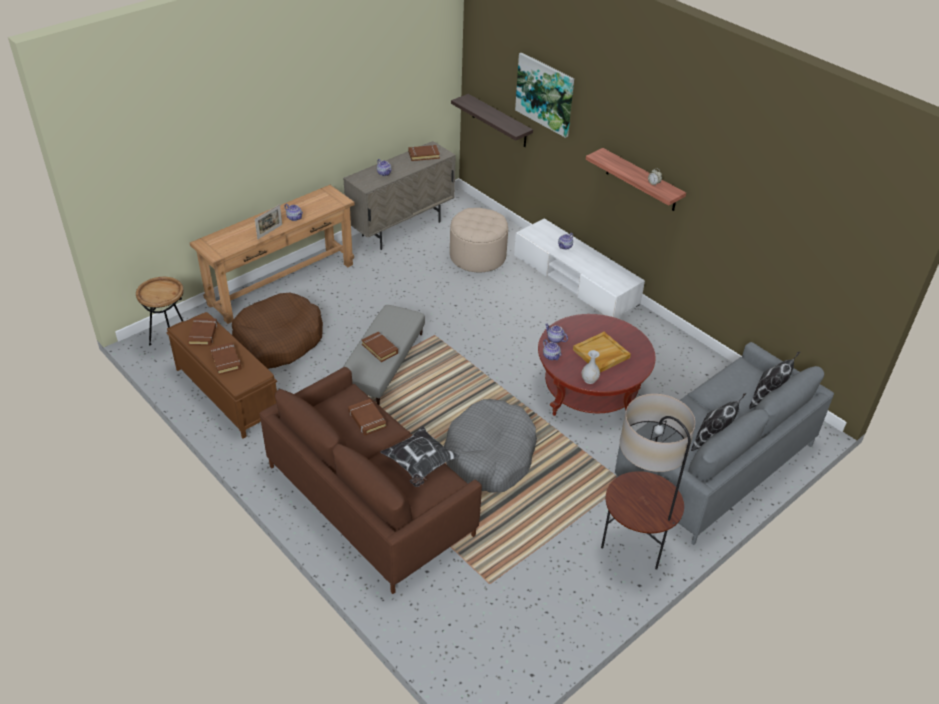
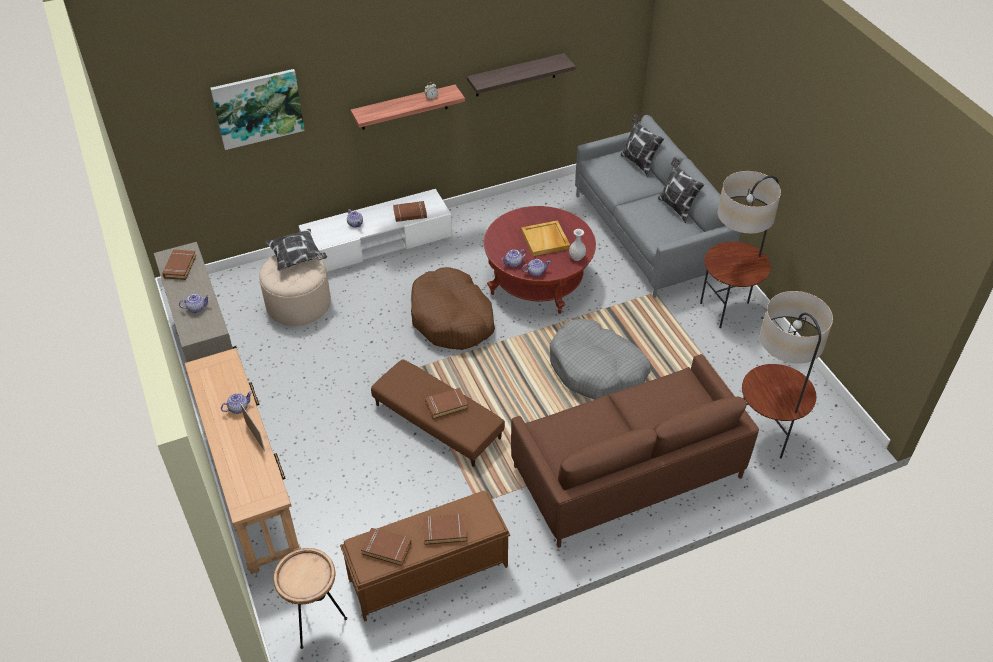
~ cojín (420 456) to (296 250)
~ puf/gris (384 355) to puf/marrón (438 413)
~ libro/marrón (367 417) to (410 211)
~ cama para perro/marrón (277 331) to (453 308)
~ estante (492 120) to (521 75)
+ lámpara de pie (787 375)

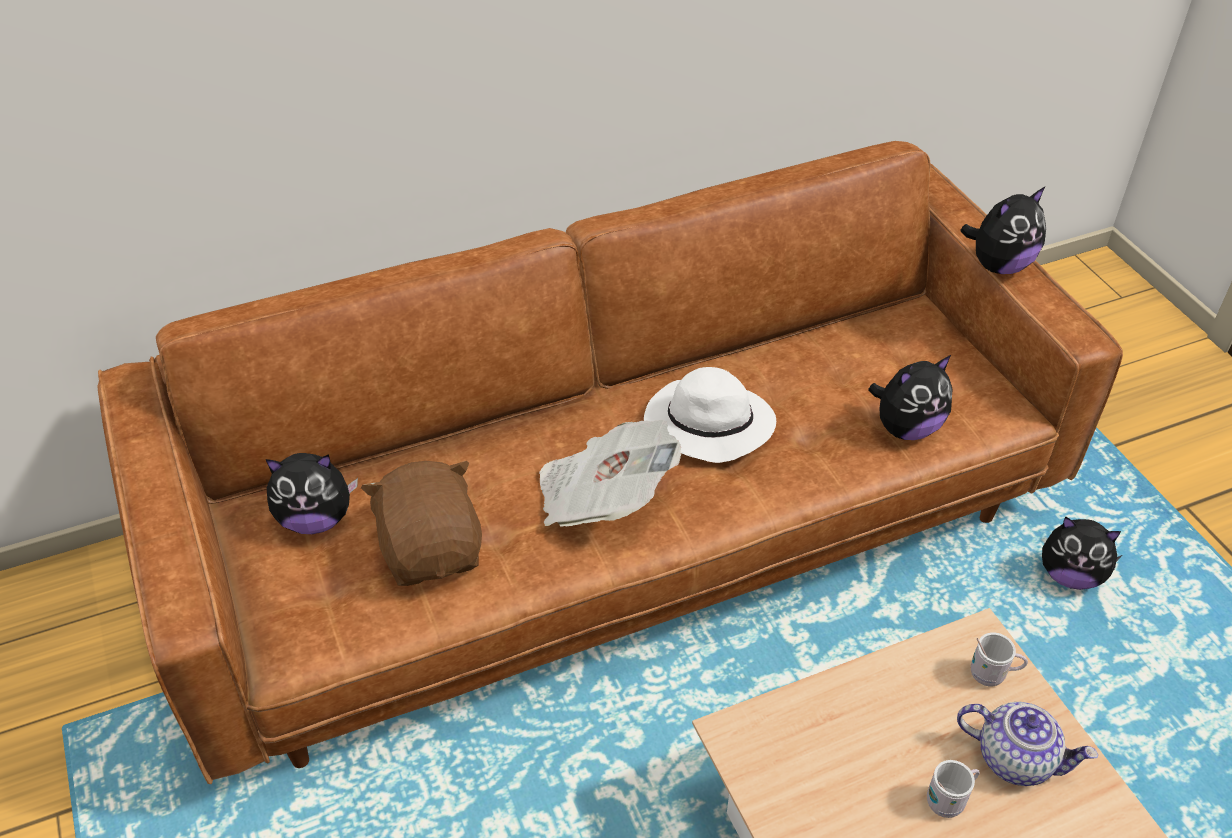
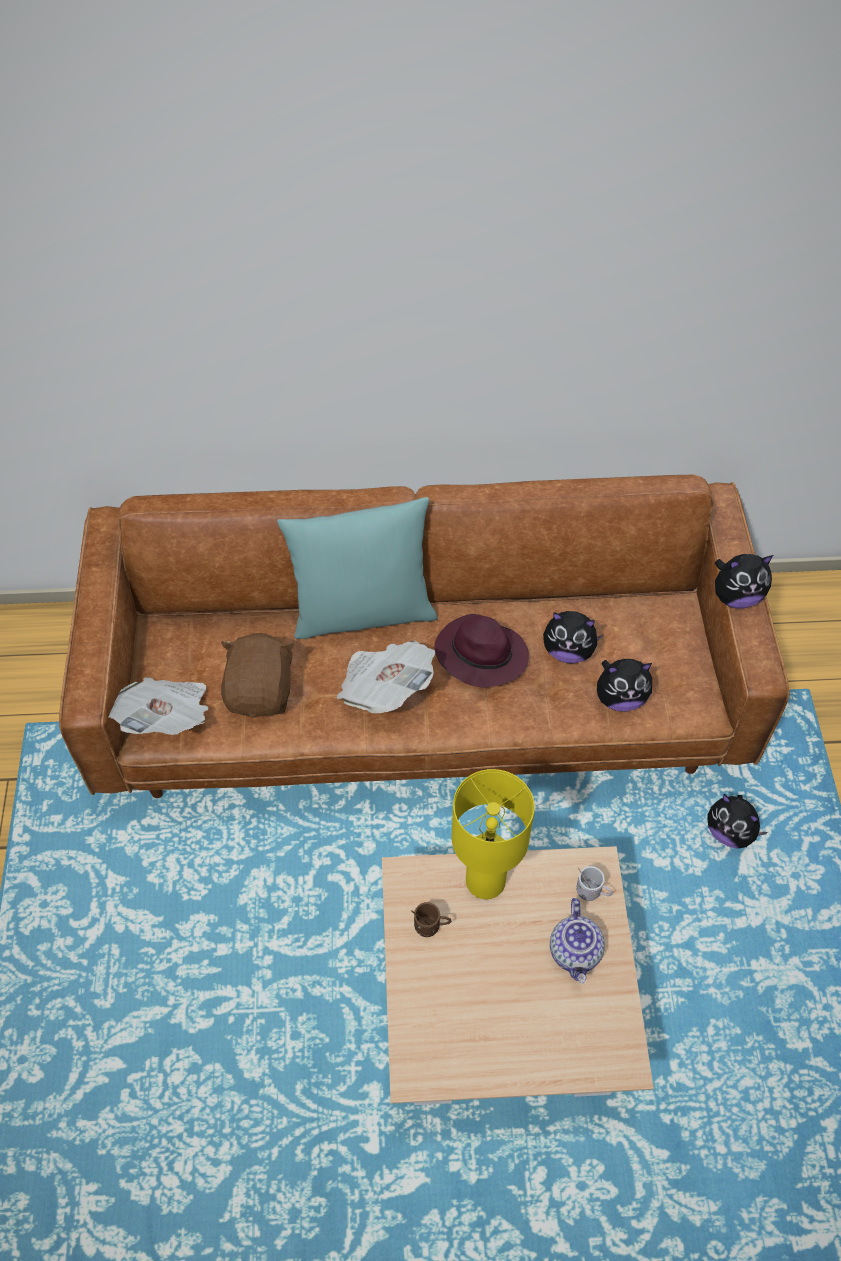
+ periódico (158 706)
+ cojín/turquesa (357 568)
+ taza grande/marrón (431 919)
~ sombrero/blanco (710 415) to sombrero/morado (481 651)
+ lámpara de mesa/amarillo (493 834)
~ peluche (312 493) to (573 637)
~ tetera (1028 744) = (577 940) 45 degrees clockwise
- taza grande/blanco (953 789)

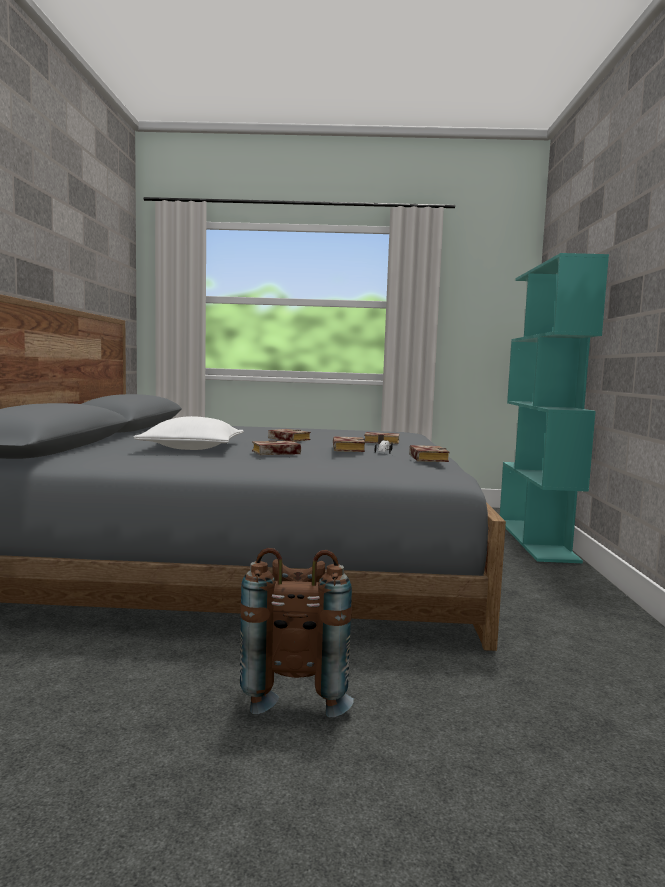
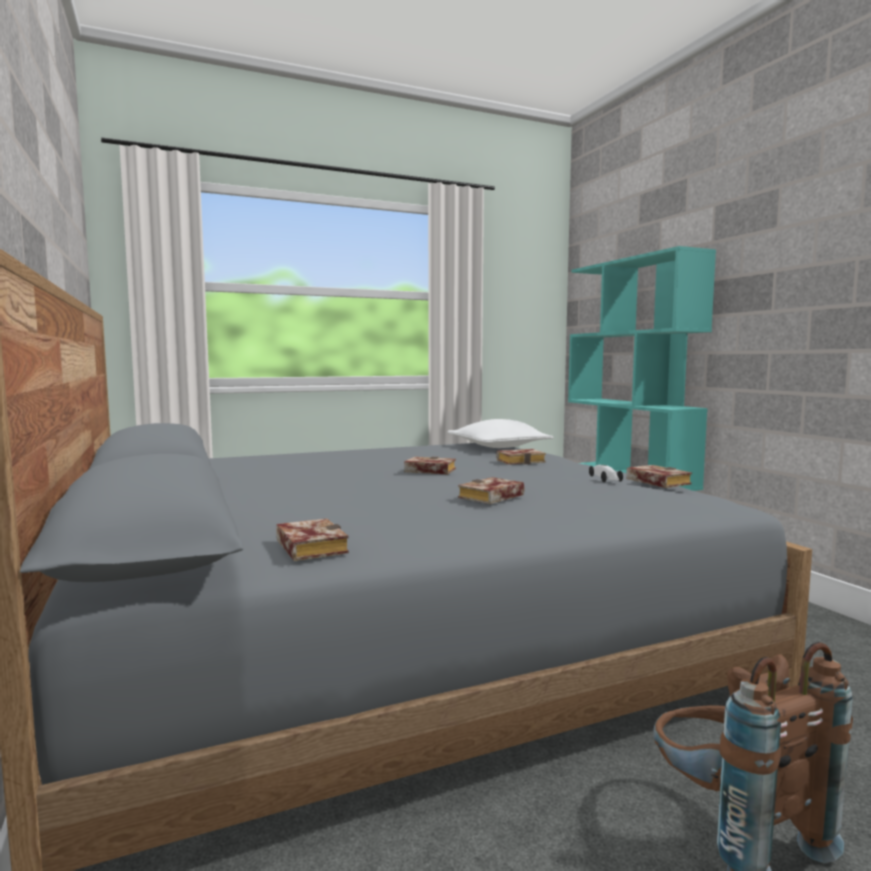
~ libro (349 444) to (312 539)
~ cojín/blanco (188 433) to (500 433)

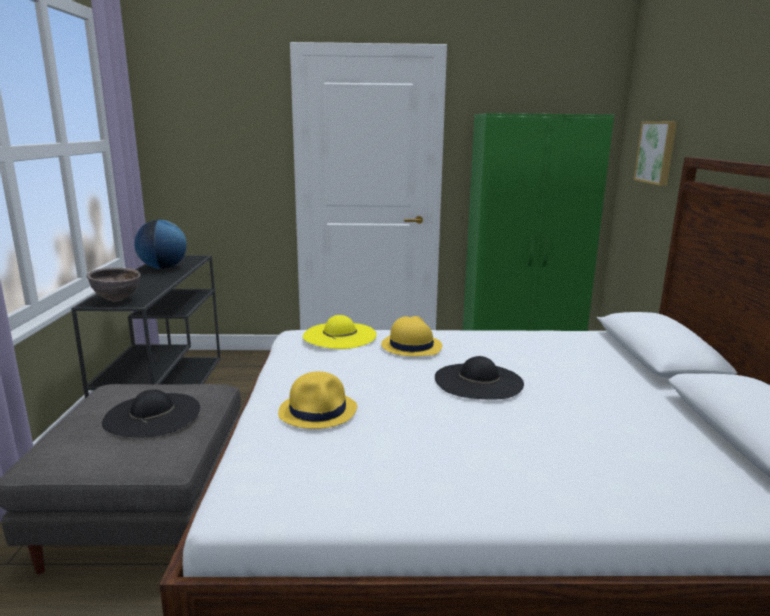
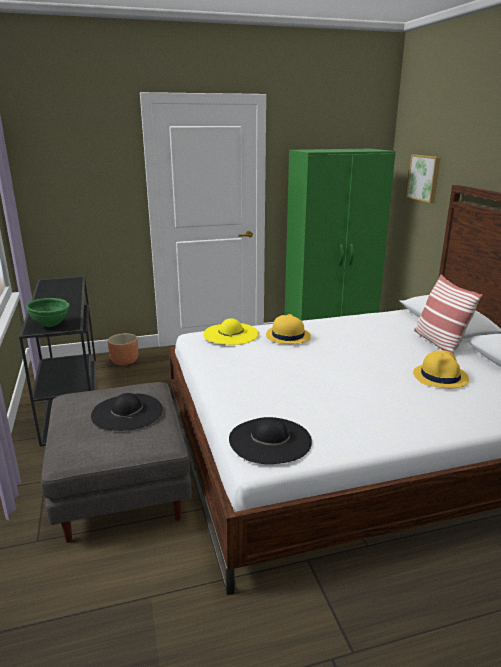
~ cuenco/marrón (113 285) to cuenco/verde (48 312)
+ maceta/marrón (123 349)
~ sombrero/negro (479 377) to (270 440)
~ sombrero/amarillo (317 400) to (441 369)
+ cojín (448 314)
- globo terráqueo (160 244)

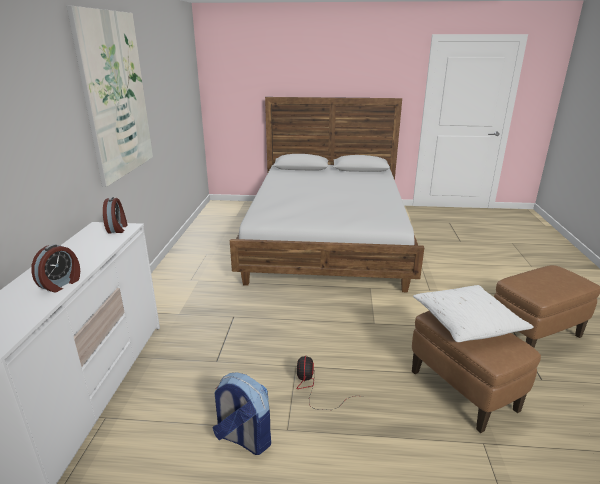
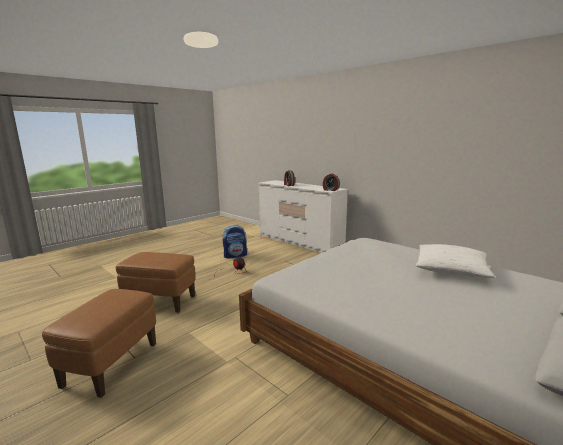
~ cojín/blanco (473 313) to (455 261)
- cuadro (110 96)

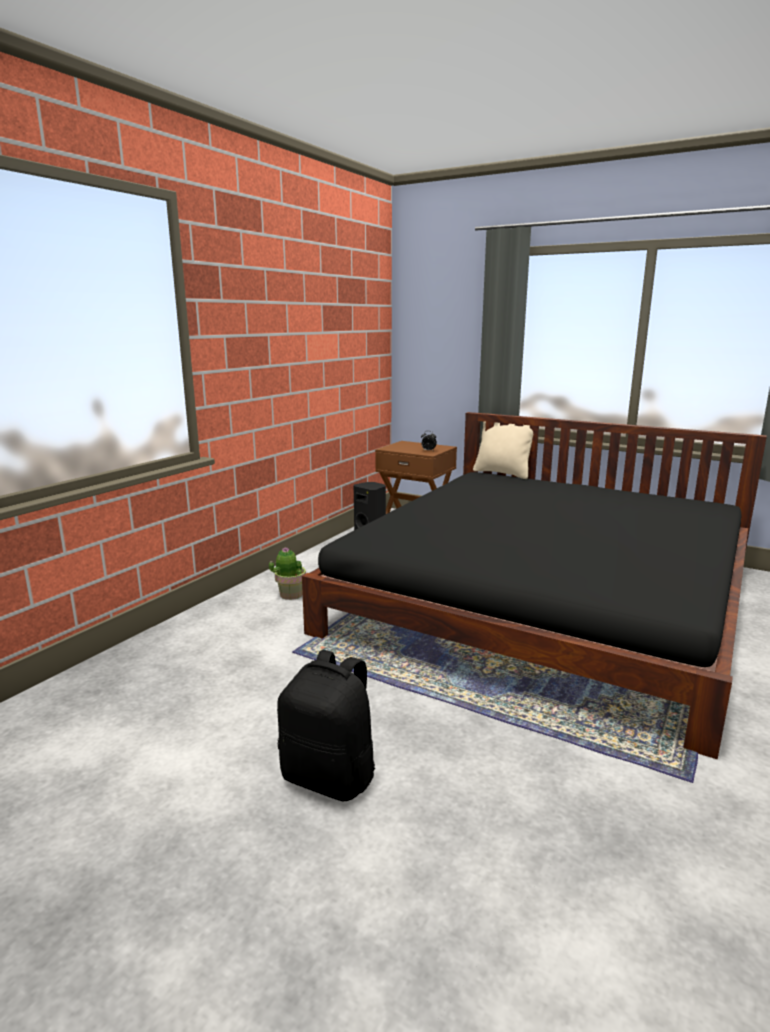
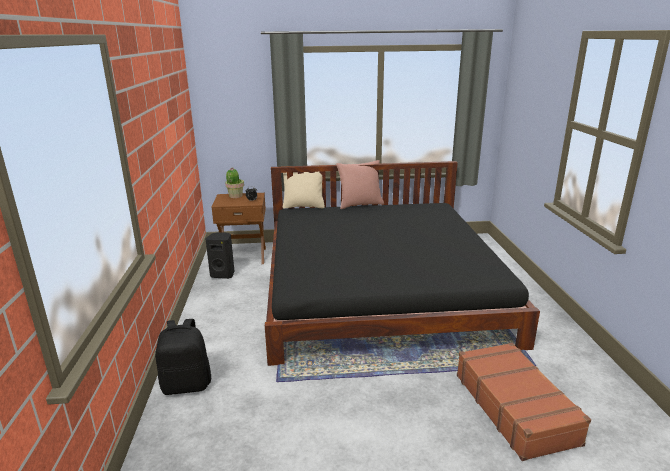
~ mochila/negro (326 725) to (183 357)
~ planta en maceta (287 573) to (234 182)
+ cojín/rosa (360 184)
+ maleta/marrón (524 402)

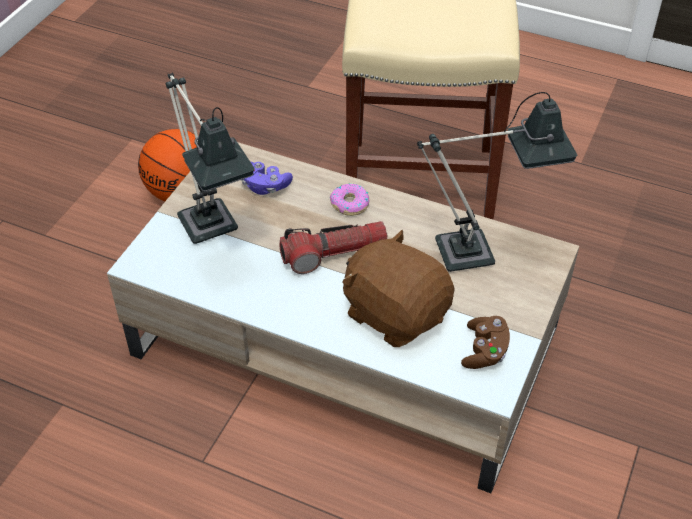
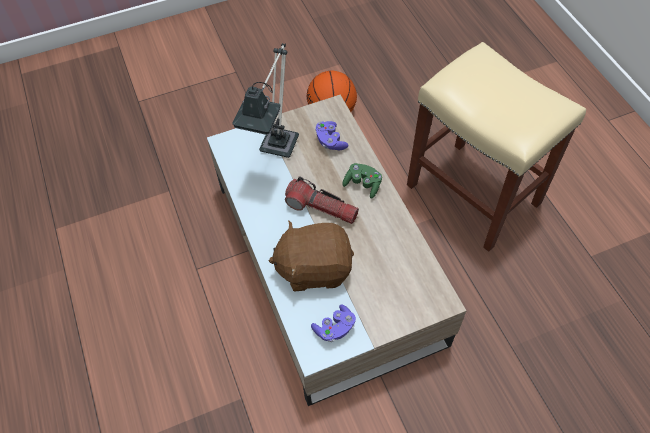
~ peluche/marrón (398 288) = (311 255) 90 degrees counterclockwise
~ mando de consola/marrón (485 342) to mando de consola/morado (333 323)
~ rosquilla (349 200) to mando de consola/verde (362 181)
- lámpara de mesa (497 182)

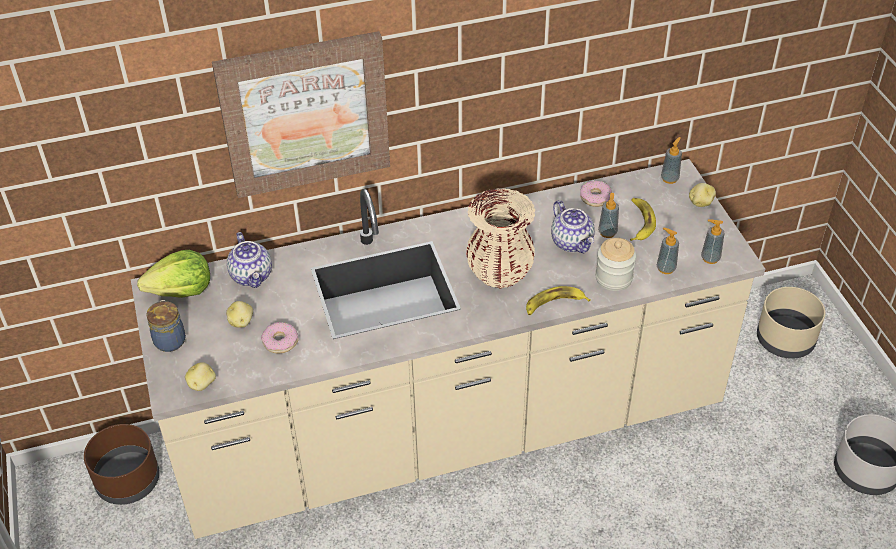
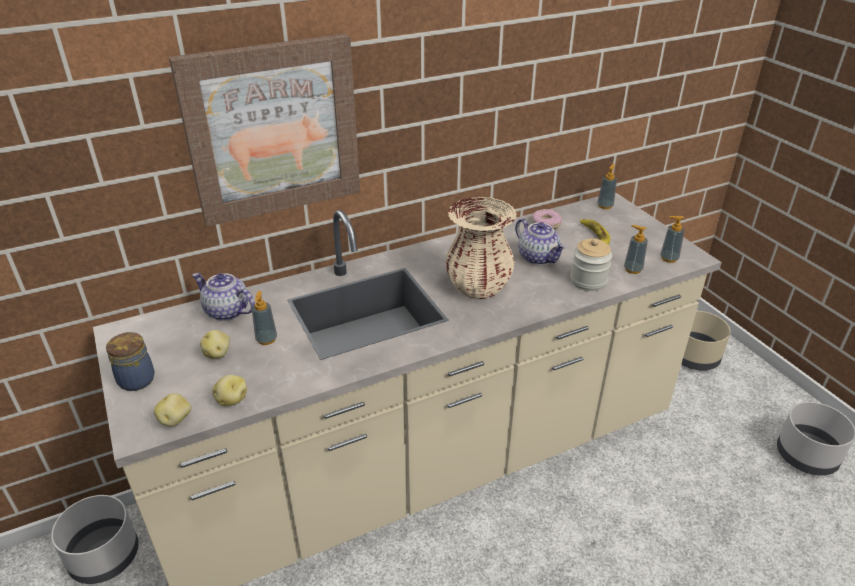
~ maceta/marrón (122 464) to maceta/gris (95 539)
~ tetera (249 260) = (223 297) 150 degrees clockwise
~ patata (702 195) to (229 390)
~ dispensador de jabón (608 215) to (264 318)
- lechuga (173 274)
- rosquilla (279 337)
- plátano (558 300)

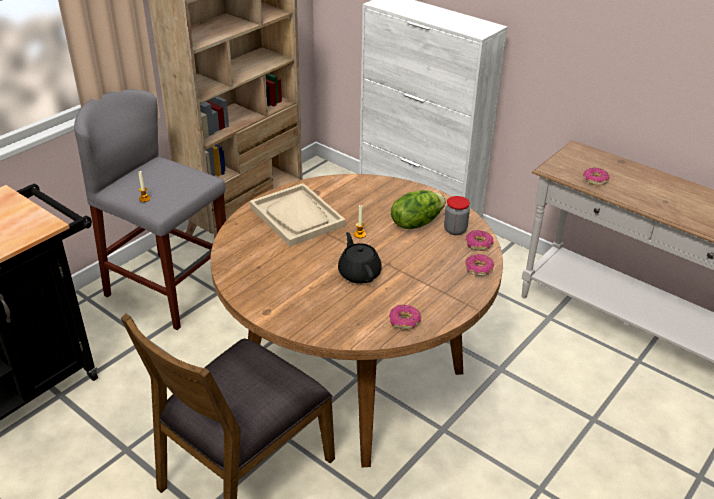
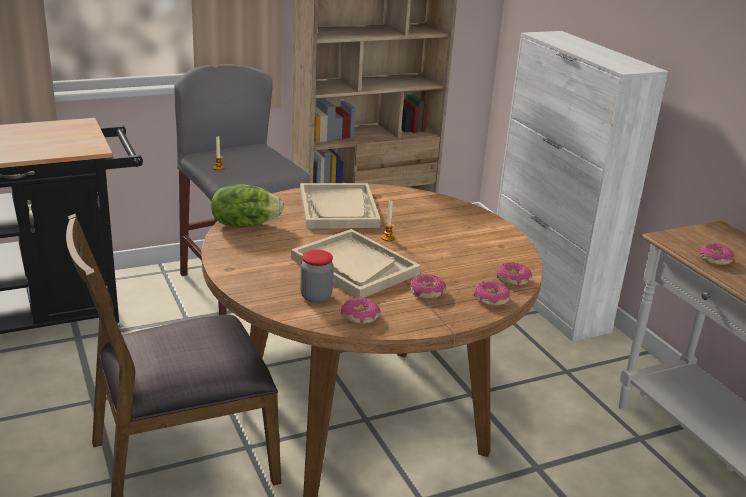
~ lechuga (418 209) to (247 205)
~ tetera/negro (360 258) to bandeja/beis (356 263)
~ tarro (457 215) to (317 276)
+ rosquilla (428 286)

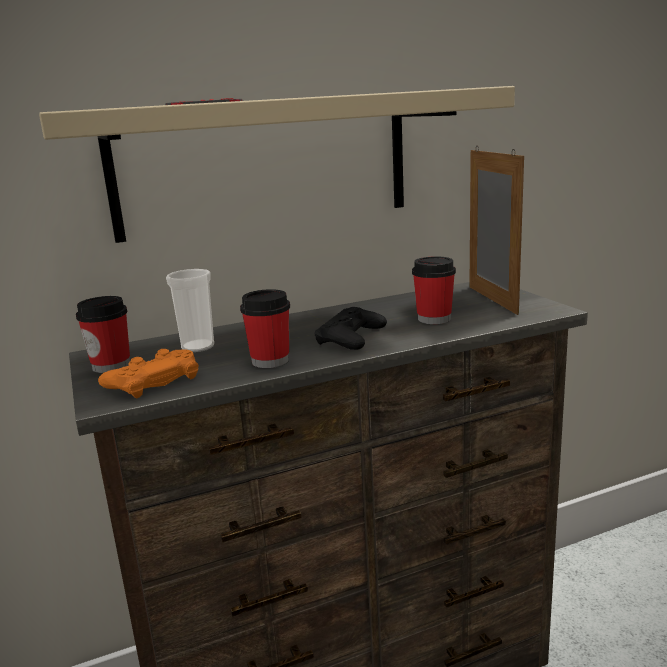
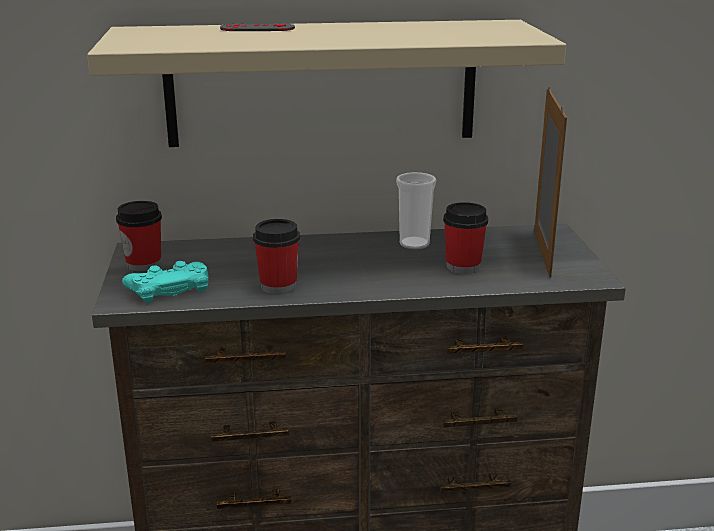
~ mando de consola/naranja (148 373) to mando de consola/turquesa (165 282)
~ taza (190 310) to (416 210)
- mando de consola/negro (351 328)

